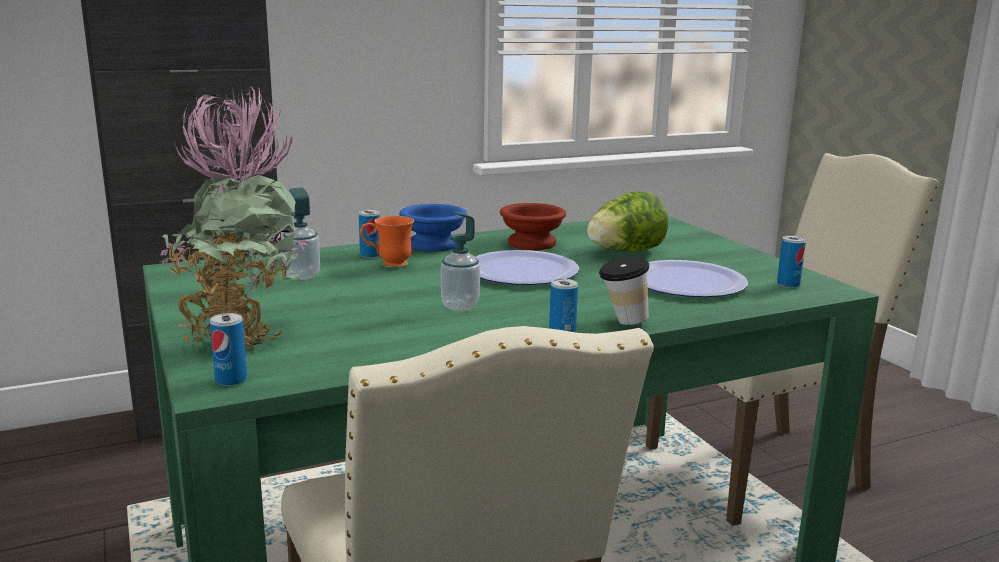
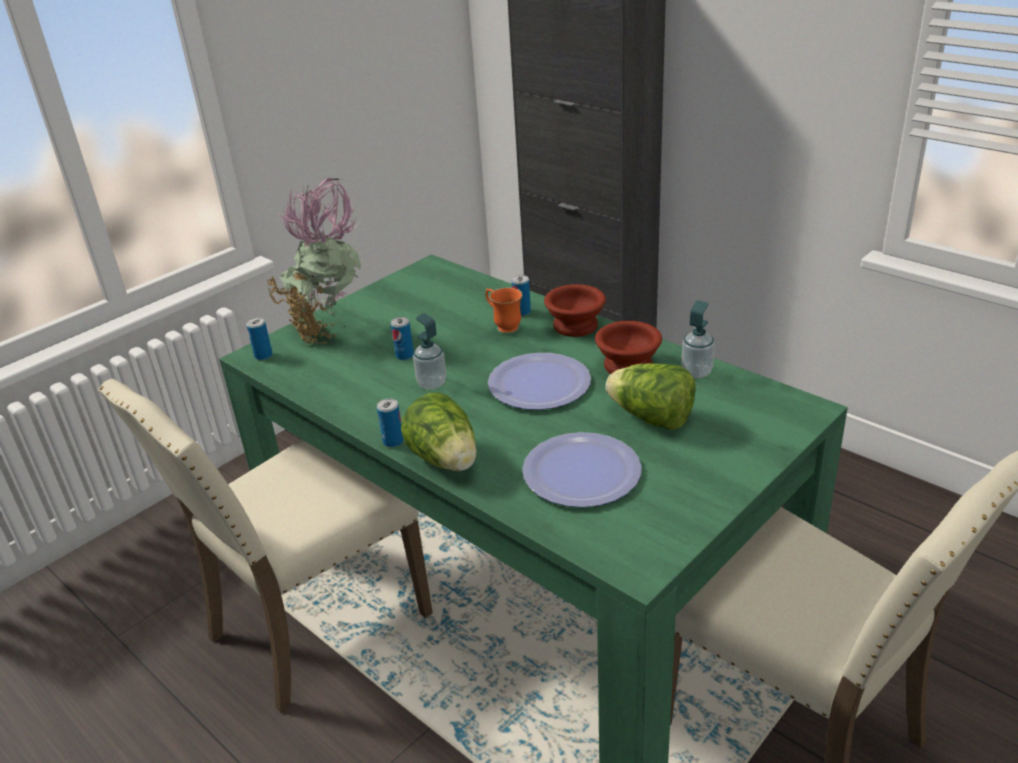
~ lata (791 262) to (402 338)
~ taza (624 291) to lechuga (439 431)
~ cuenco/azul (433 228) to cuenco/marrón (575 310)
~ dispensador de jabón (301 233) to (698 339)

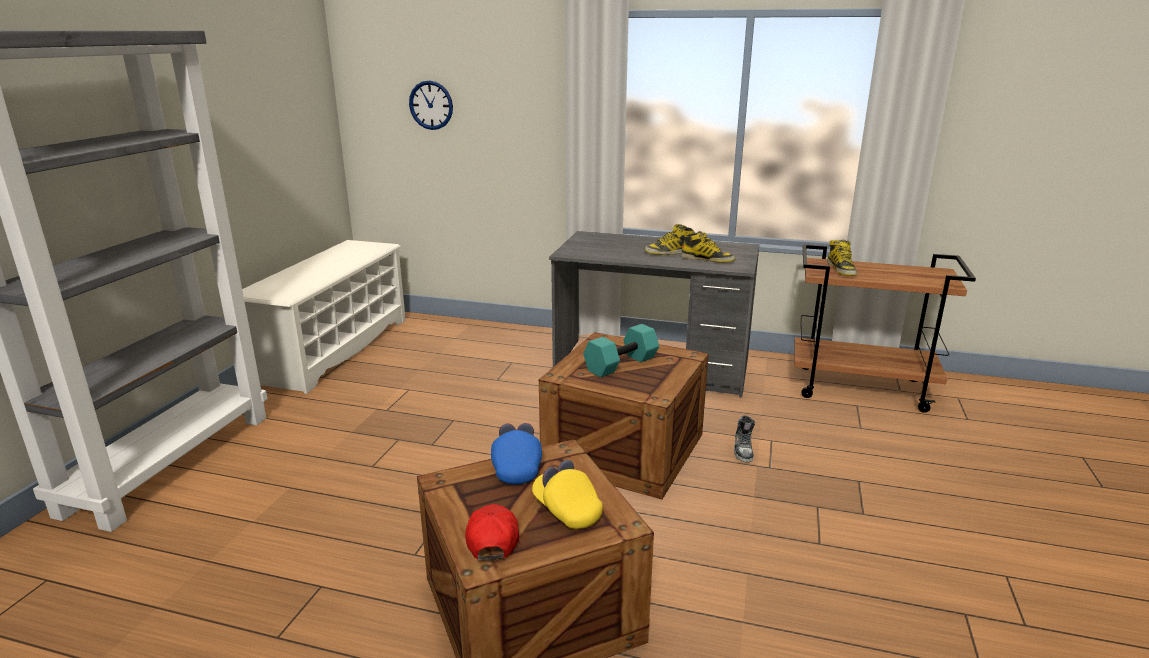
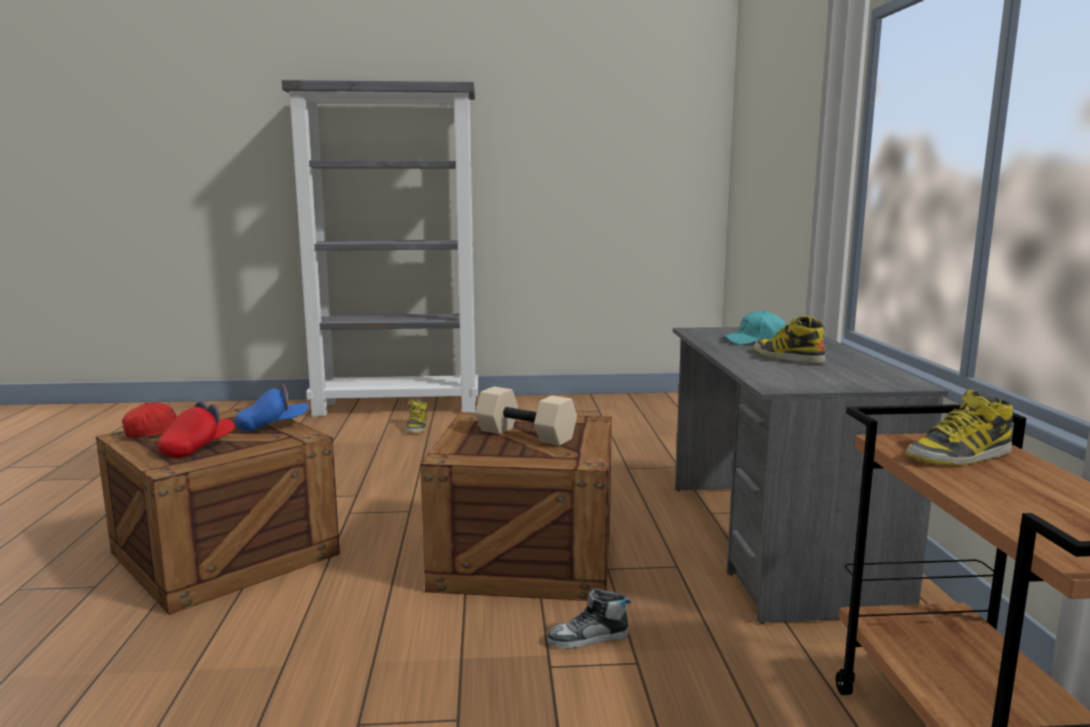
~ gorra/amarillo (567 494) to gorra/rojo (196 429)
~ bota (708 247) to (416 417)
~ mancuerna/turquesa (621 350) to mancuerna/beis (526 416)
+ gorra/turquesa (754 327)
- zapatero/blanco (324 317)
- reloj de pared (431 105)

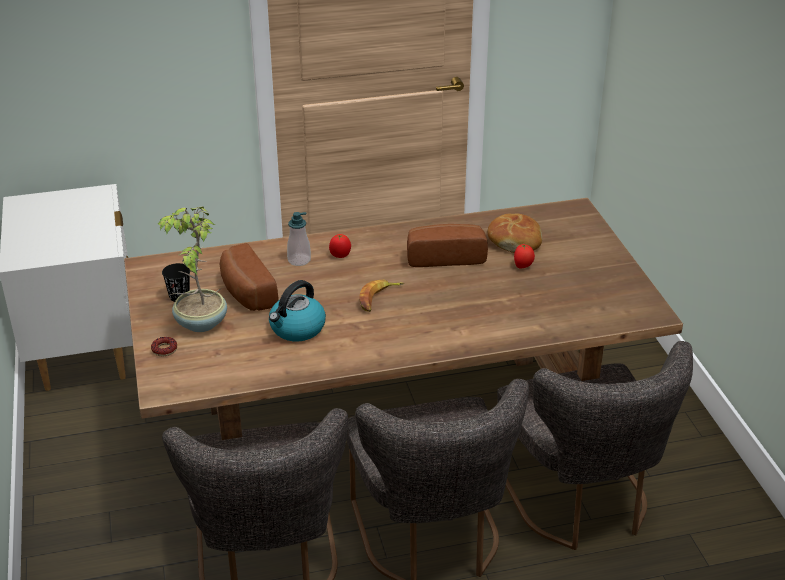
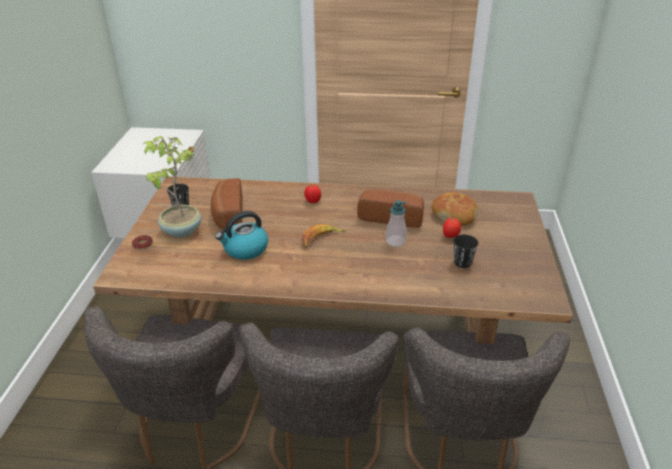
~ dispensador de jabón (299 239) to (396 223)
+ taza/negro (465 251)

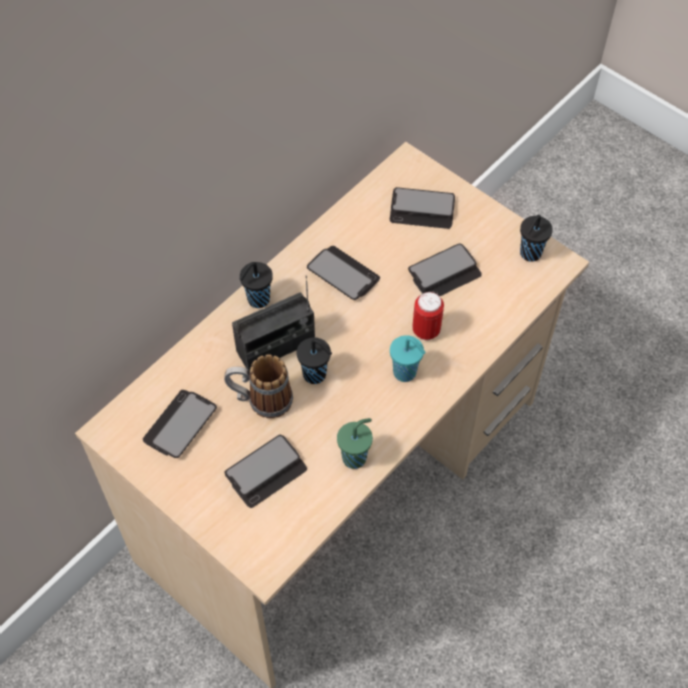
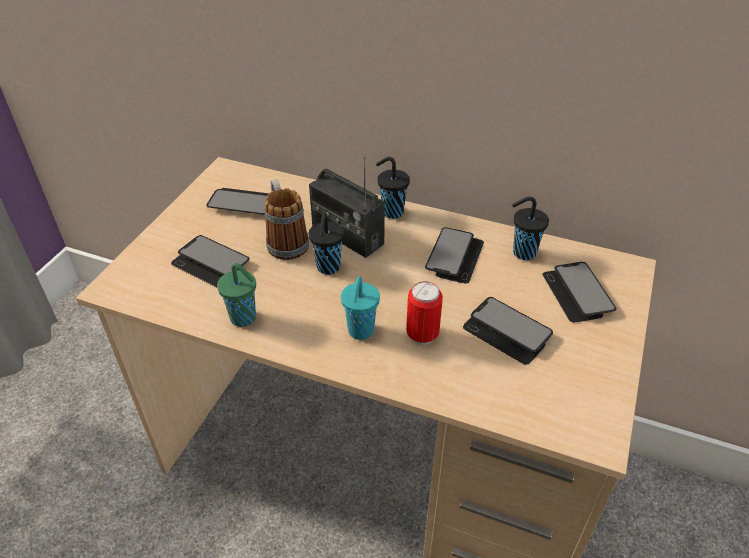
~ taza/negro (536 238) to (530 228)

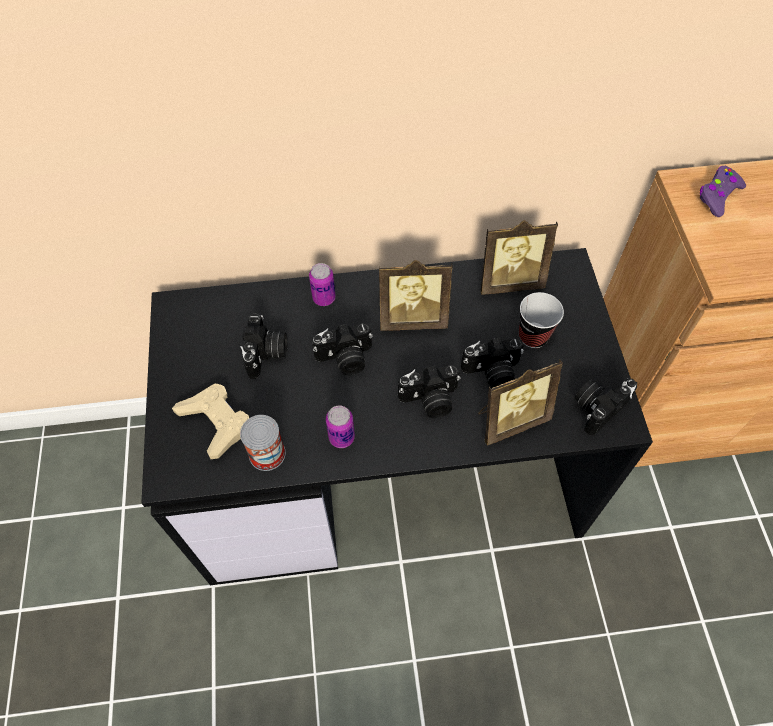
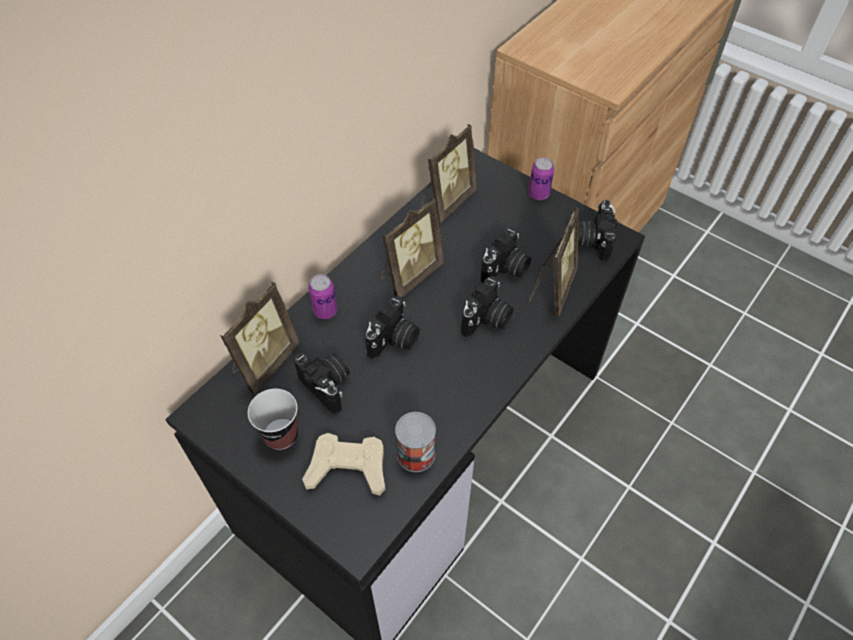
+ portarretratos (260 338)
~ taza (541 320) to (273 419)
~ lata (340 427) to (541 178)
- mando de consola/morado (722 191)

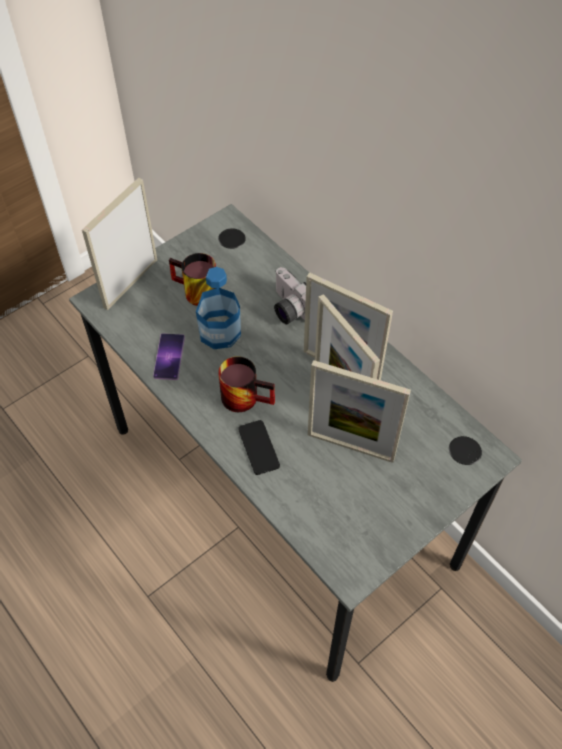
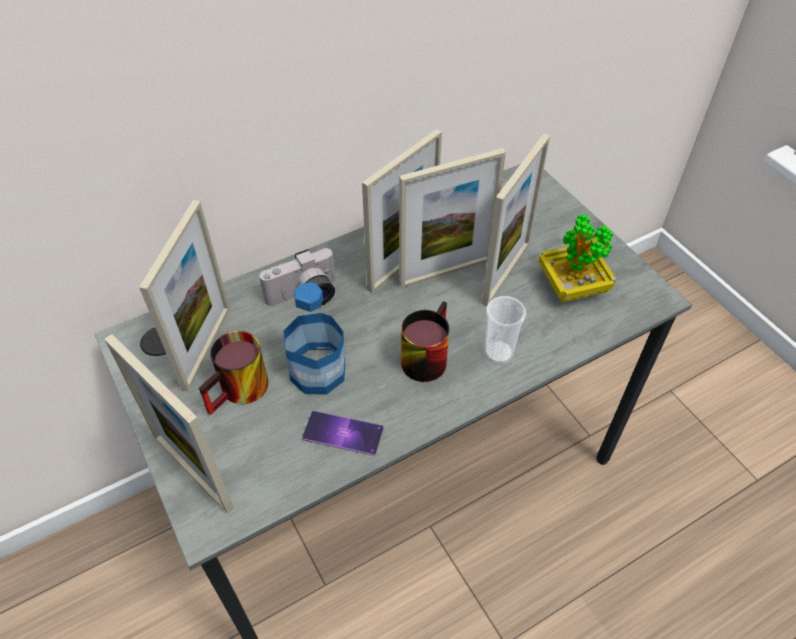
+ portarretratos (184 295)
~ móvil (259 447) to taza (505 330)
+ planta en maceta (577 258)

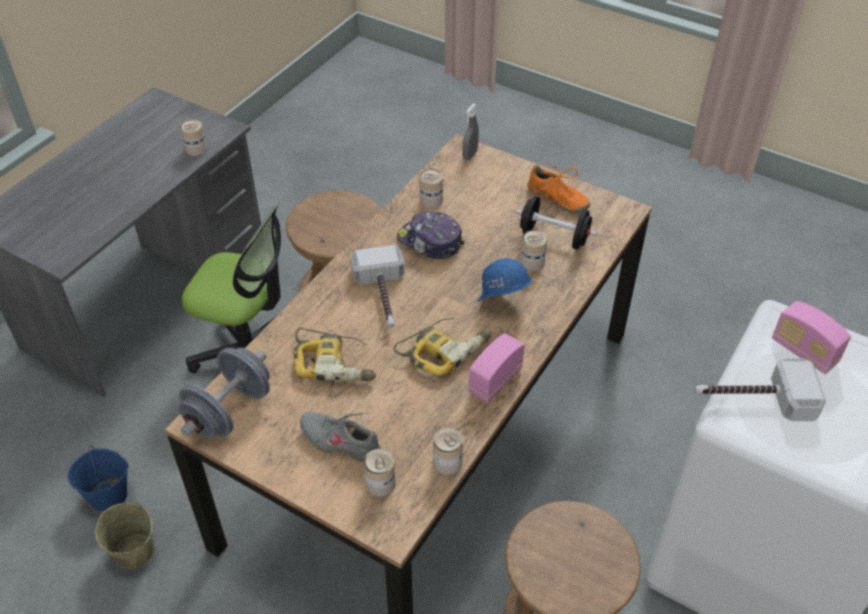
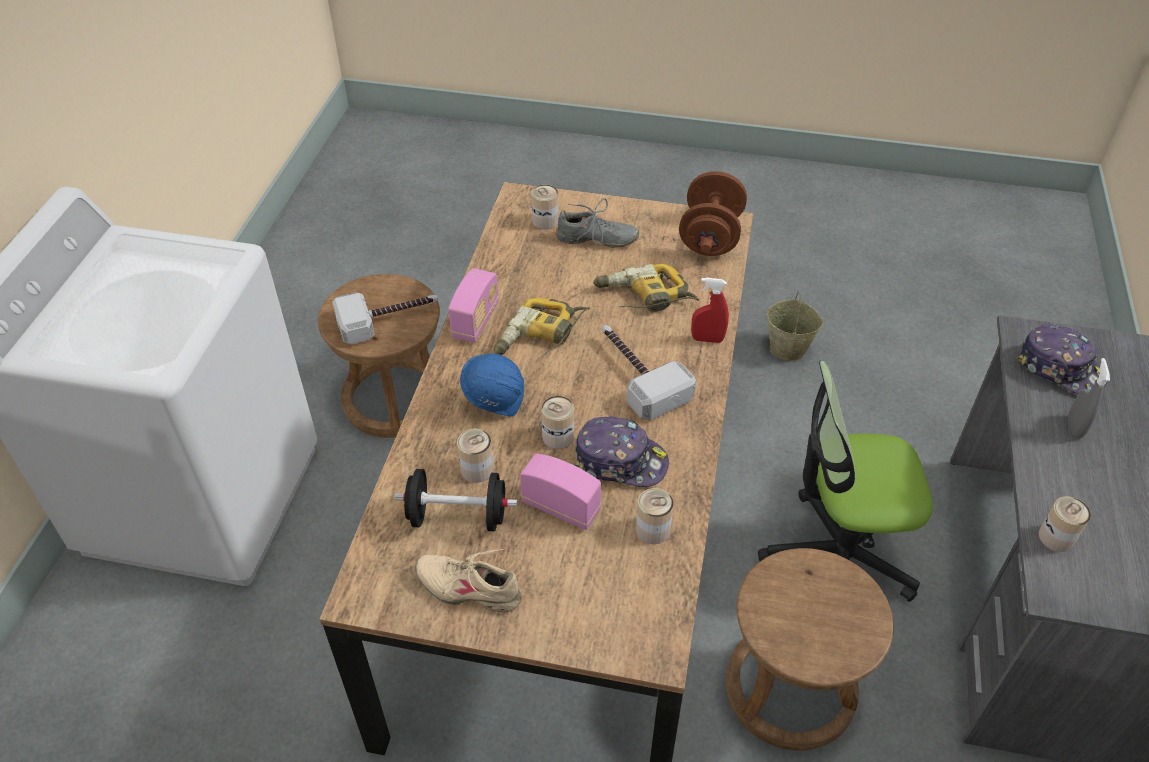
~ martillo (760 389) to (385 318)
~ zapato/naranja (559 187) to zapato/beis (468 580)
~ radio (811 337) to (560 492)
~ lata (448 451) to (557 422)
~ mancuerna/gris (224 393) to mancuerna/marrón (713 213)
+ pulverizador/rojo (710 310)
+ gorra (1062 359)
~ pulverizador/gris (470 132) to (1089 398)
- cubo/azul (98 478)

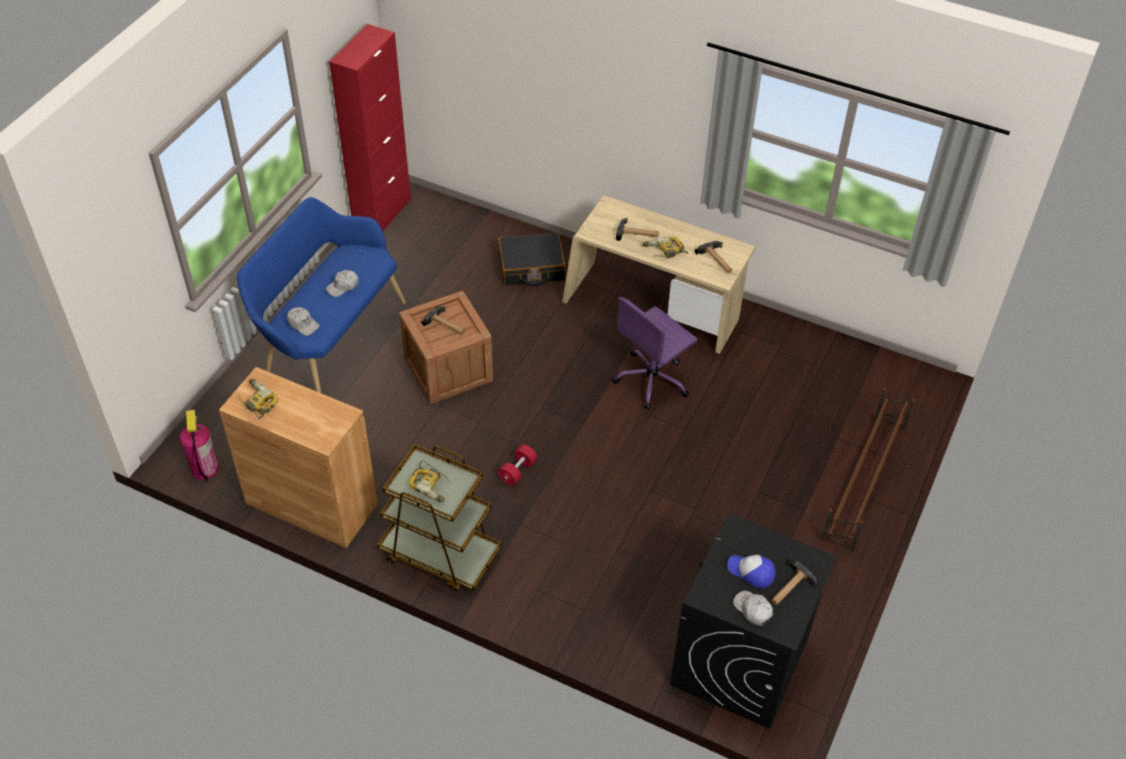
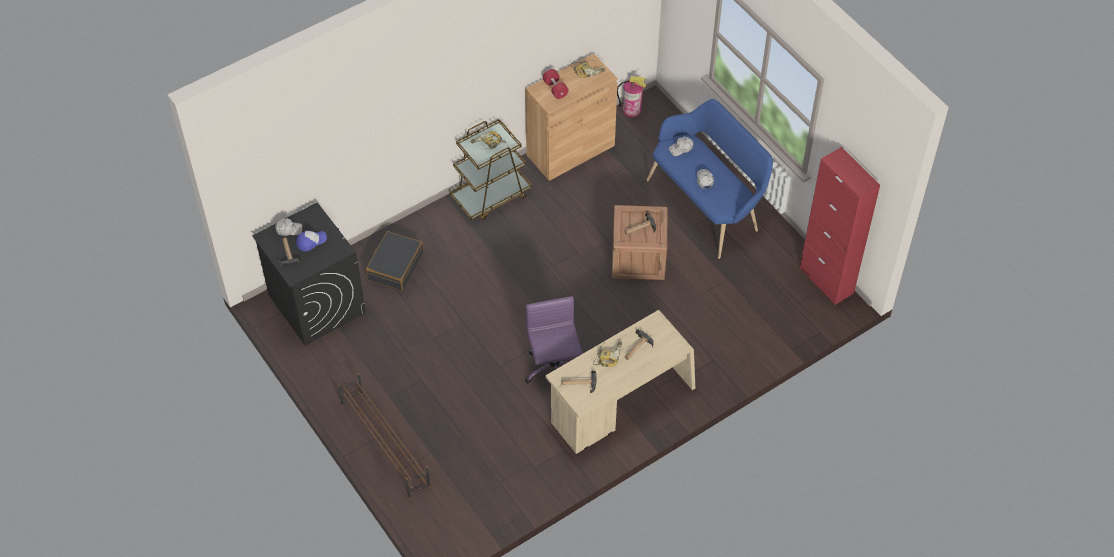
~ maleta/negro (532 259) to (394 261)
~ mancuerna/rojo (517 464) to (555 84)

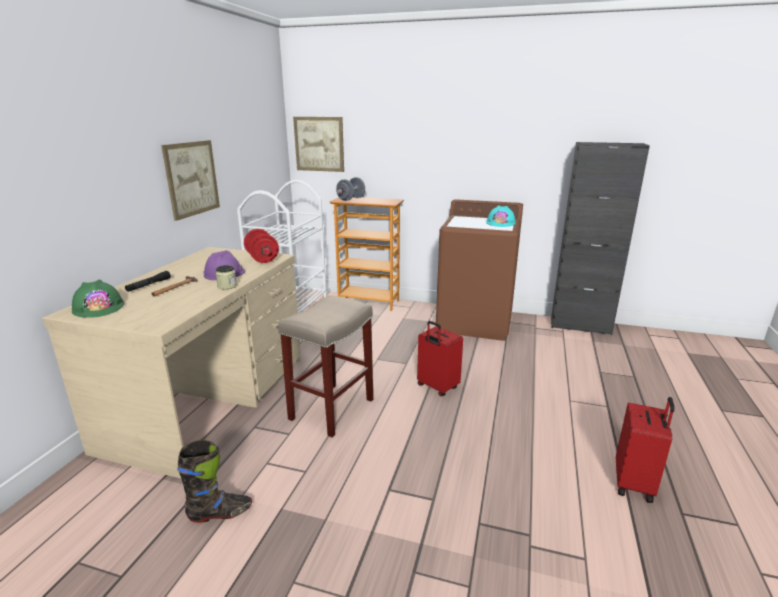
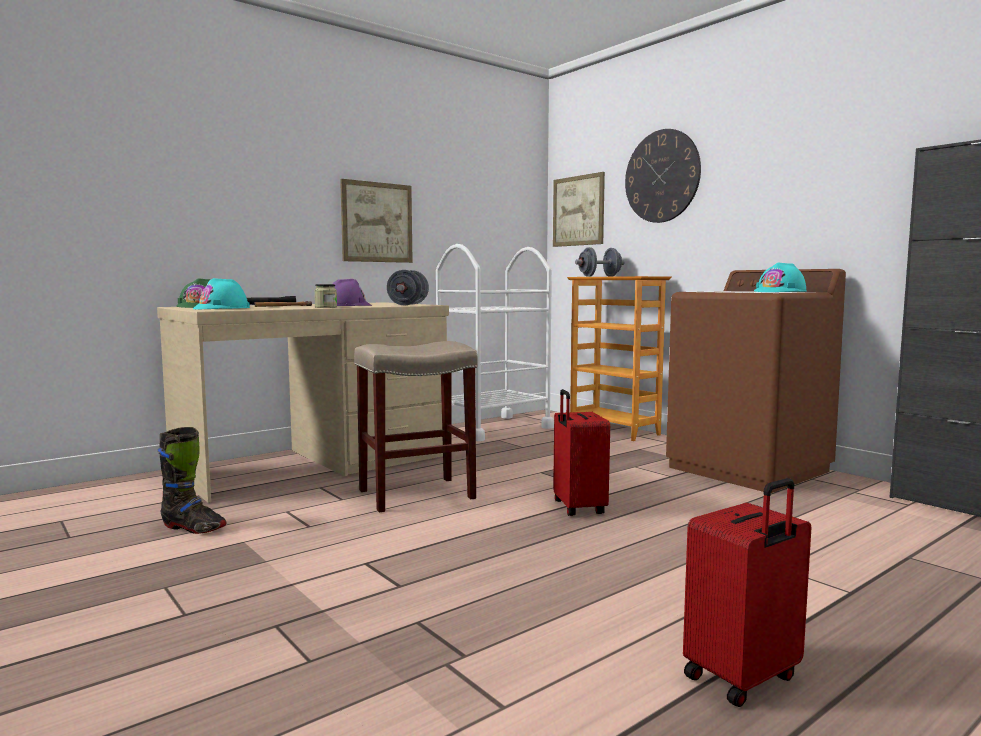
+ casco/turquesa (221 293)
~ mancuerna/rojo (261 246) to mancuerna/gris (408 287)
+ reloj de pared (663 176)

